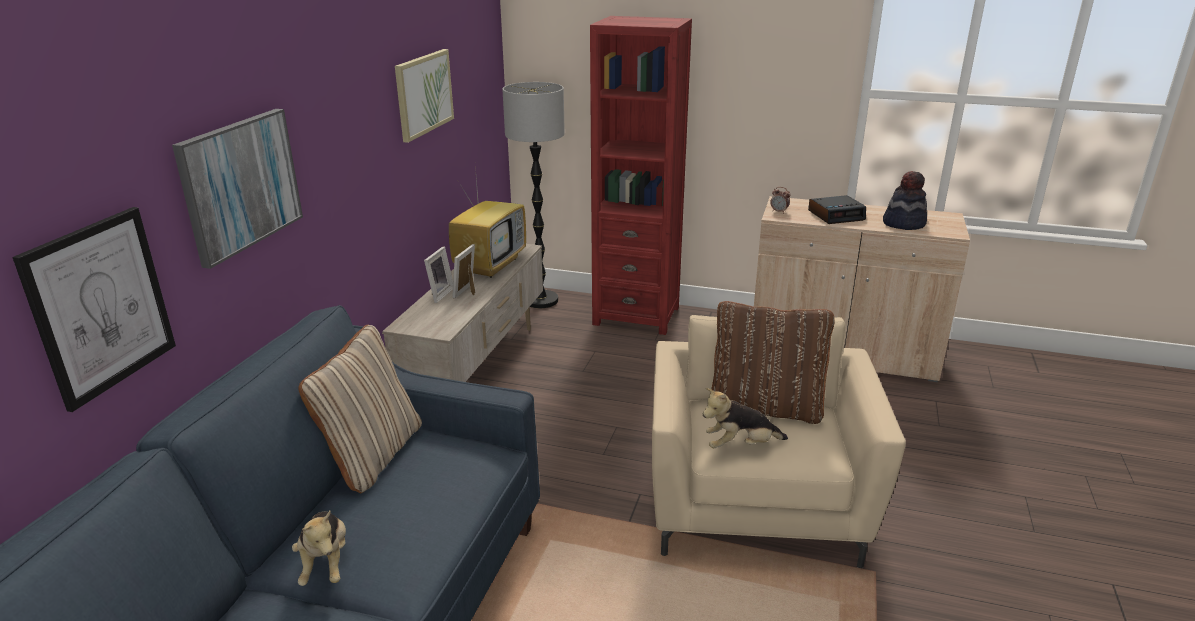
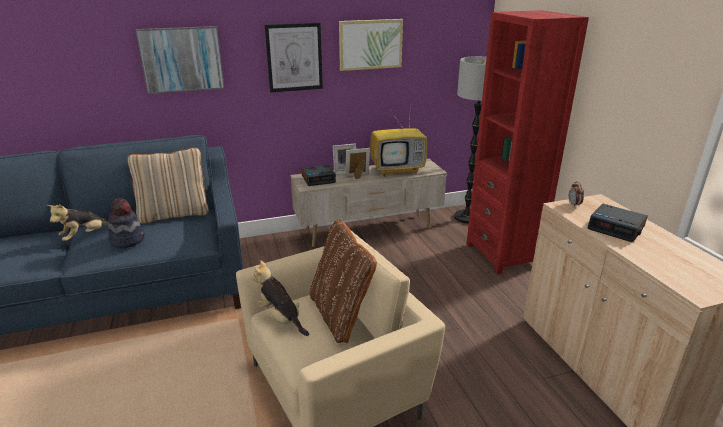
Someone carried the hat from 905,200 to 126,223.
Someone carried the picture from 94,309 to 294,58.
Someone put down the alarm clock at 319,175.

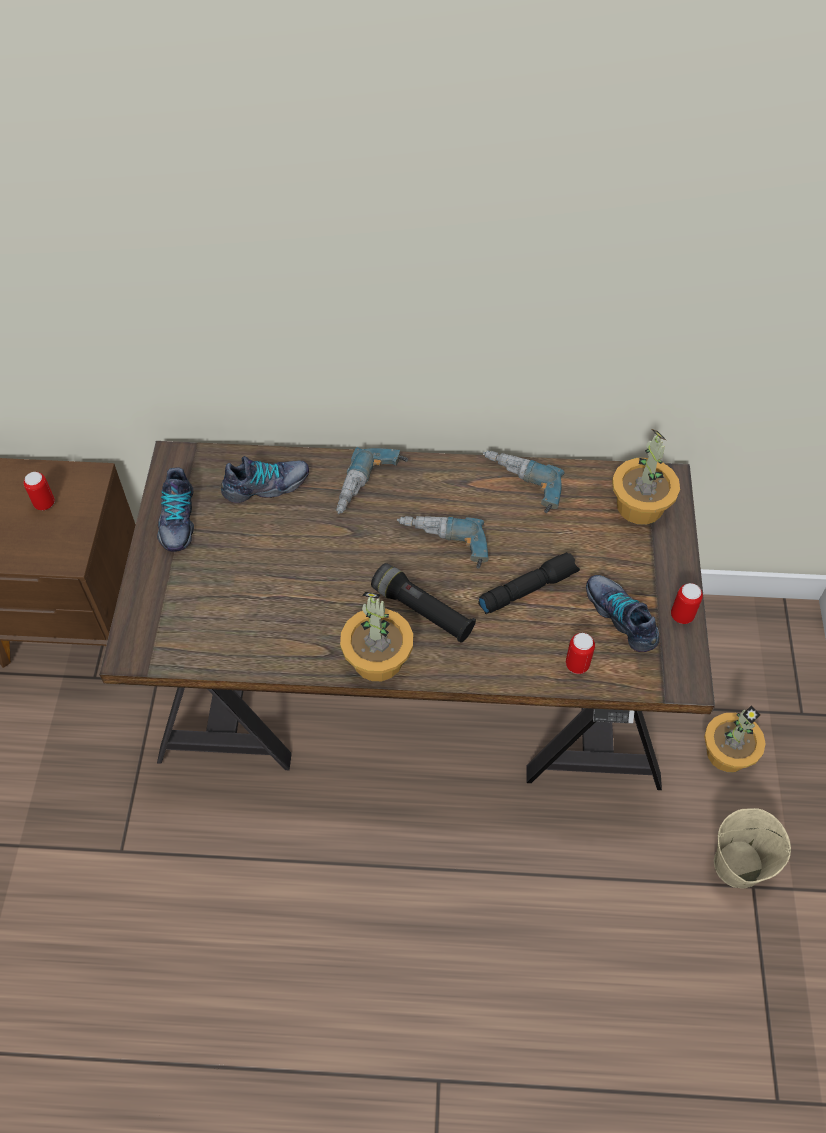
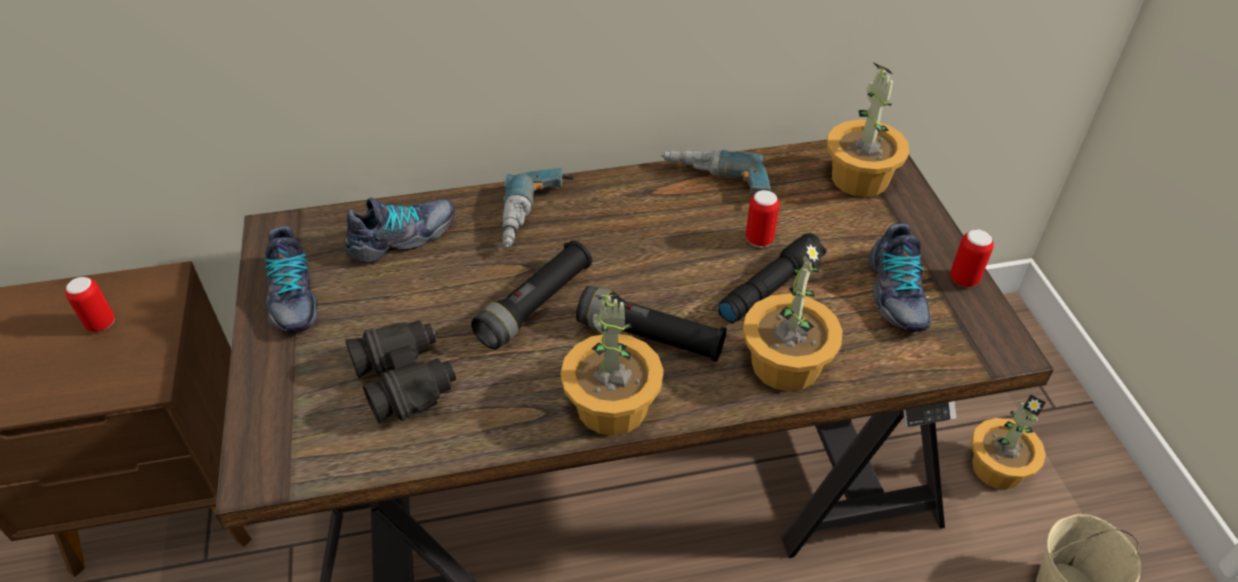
Someone put down the black binoculars at 400,371.
Someone put down the black flashlight at 531,295.
Someone put down the potted plant at 793,315.
Someone carried the can from 580,653 to 763,218.
Someone rotated the shoe at 622,613 by 135 degrees counterclockwise.
Someone took away the power drill at 443,542.

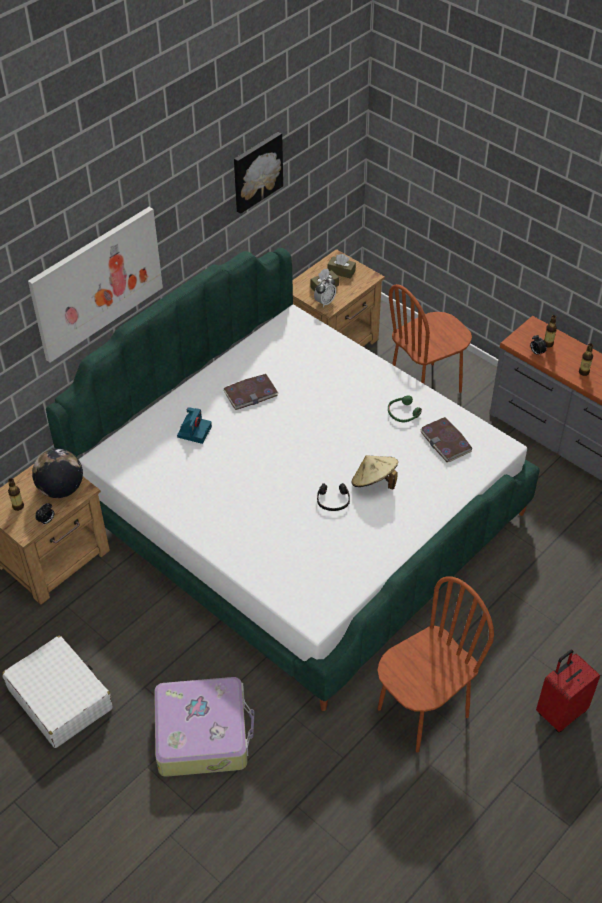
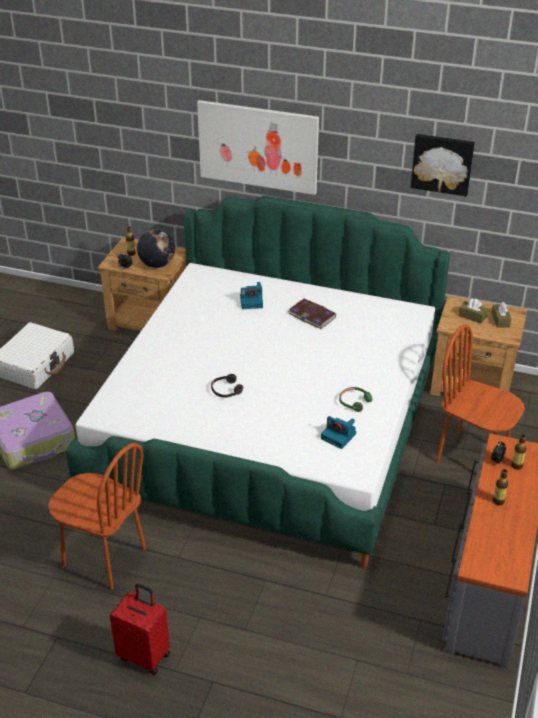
Someone swapped the book at 446,439 for the photo camera at 338,432.
Someone took away the alarm clock at 325,292.
Someone took away the beige hat at 375,472.

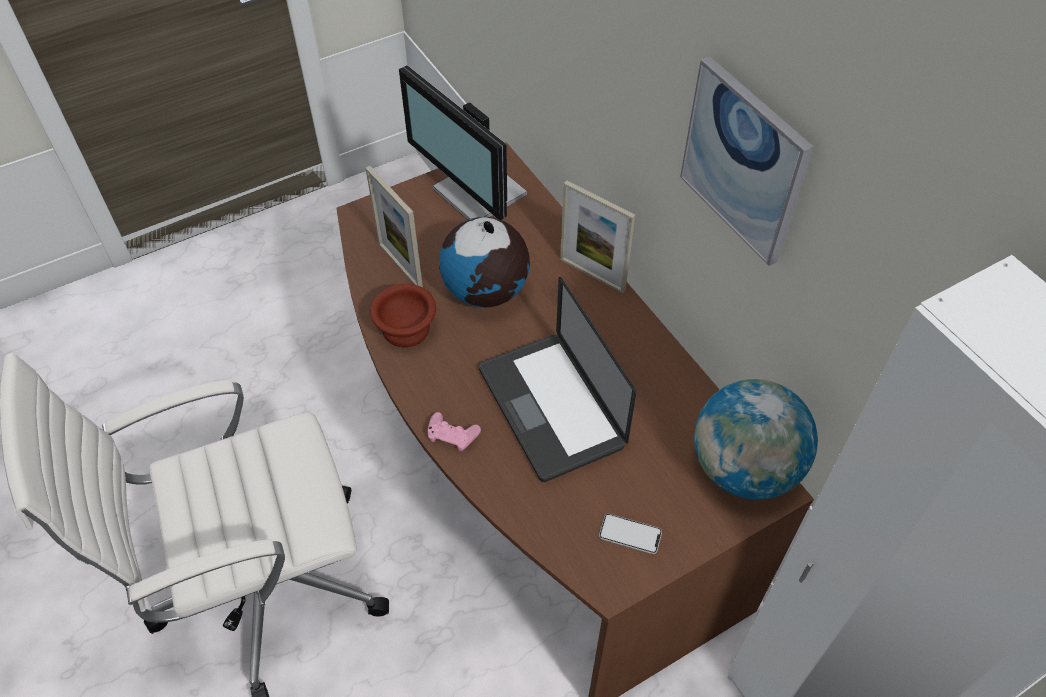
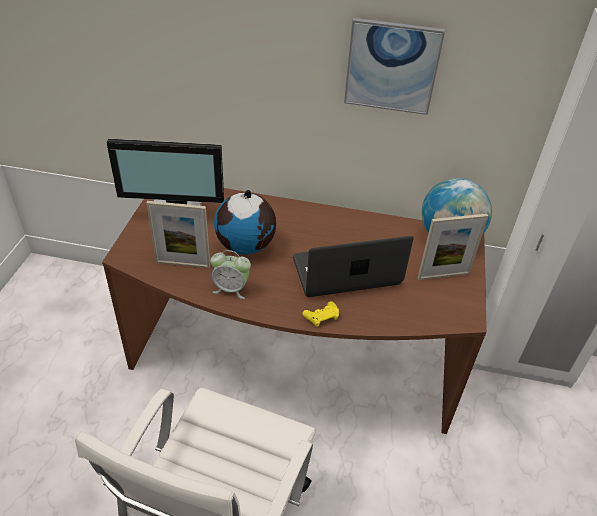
Someone swapped the brown bowl at 403,315 for the alarm clock at 230,274.
Someone rotated the laptop at 557,379 by 150 degrees clockwise.
Someone repainted the pink game controller at 454,432, which became the yellow game controller at 320,314.
Someone carried the picture frame from 597,236 to 453,247.
Someone took away the phone at 630,534.

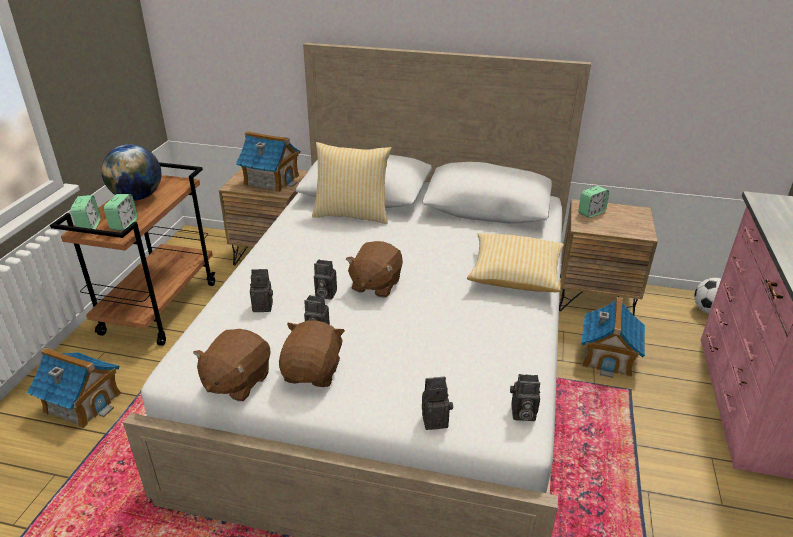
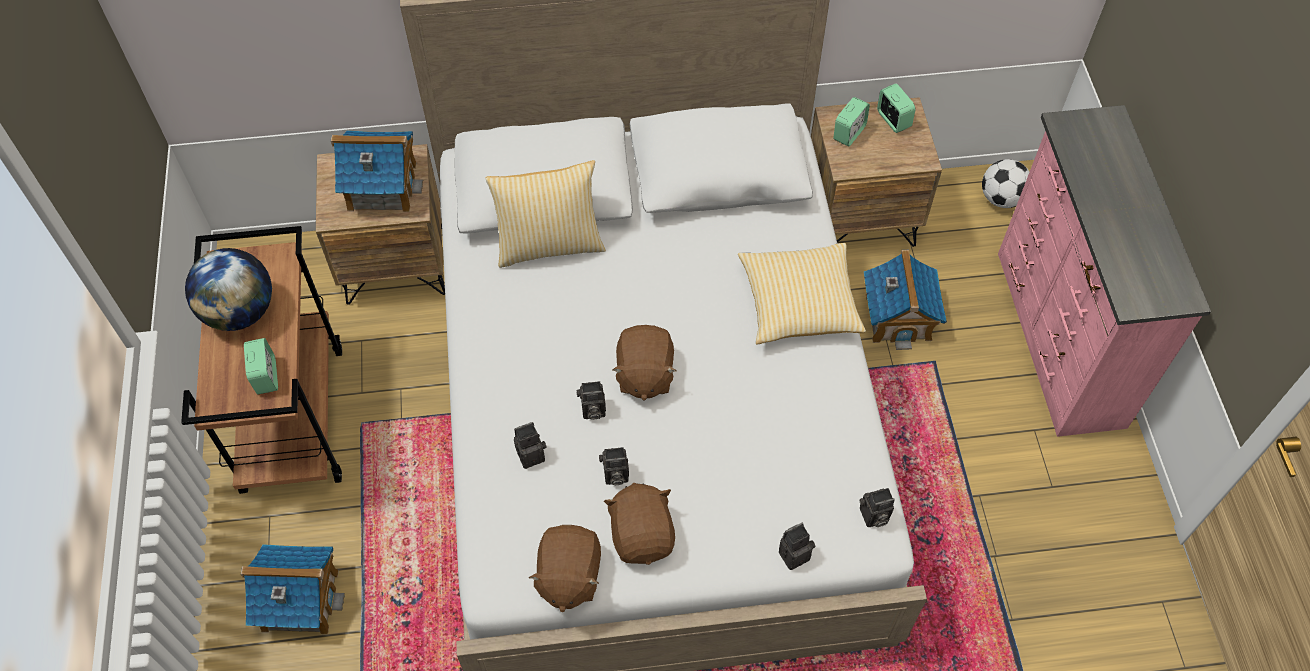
Someone carried the alarm clock from 86,214 to 896,108.

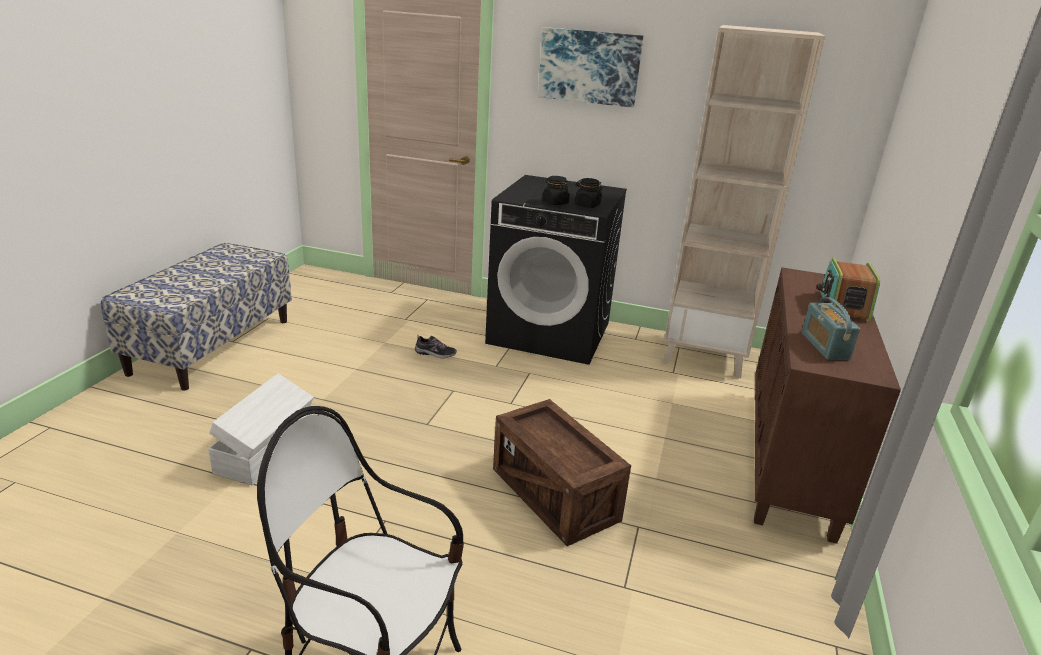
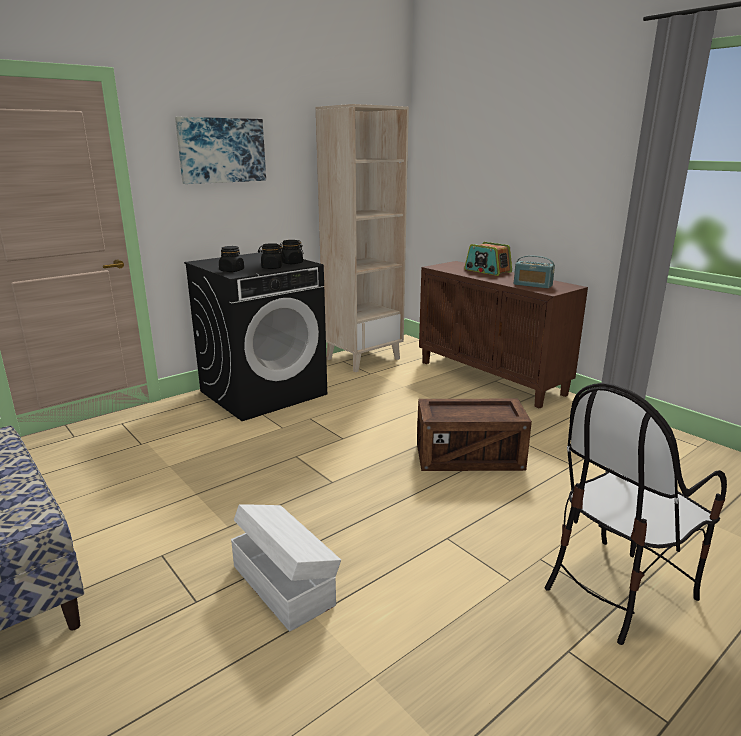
Someone put down the black jar at 231,259.
Someone took away the shoe at 436,346.

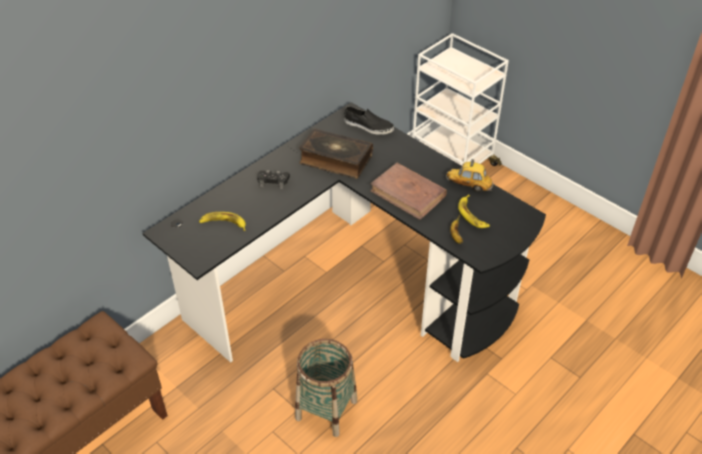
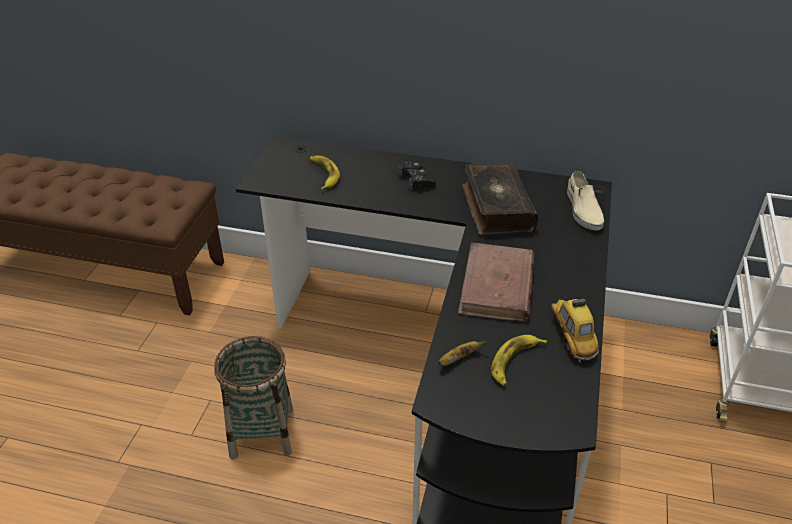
Someone repainted the black shoe at 369,120, which became the beige shoe at 585,201.

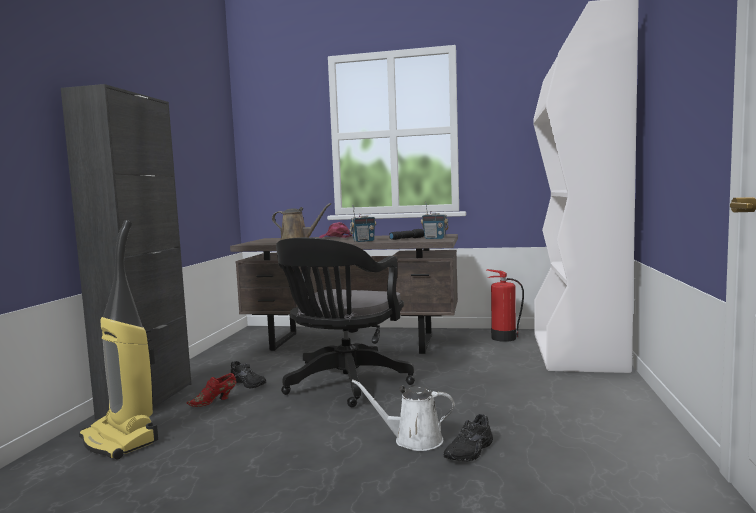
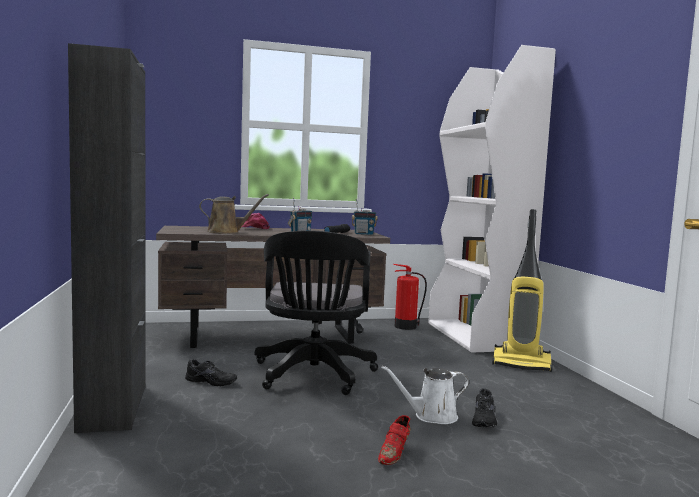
Someone carried the red shoe from 211,390 to 394,440.
Someone carried the vacuum cleaner from 118,340 to 522,290.

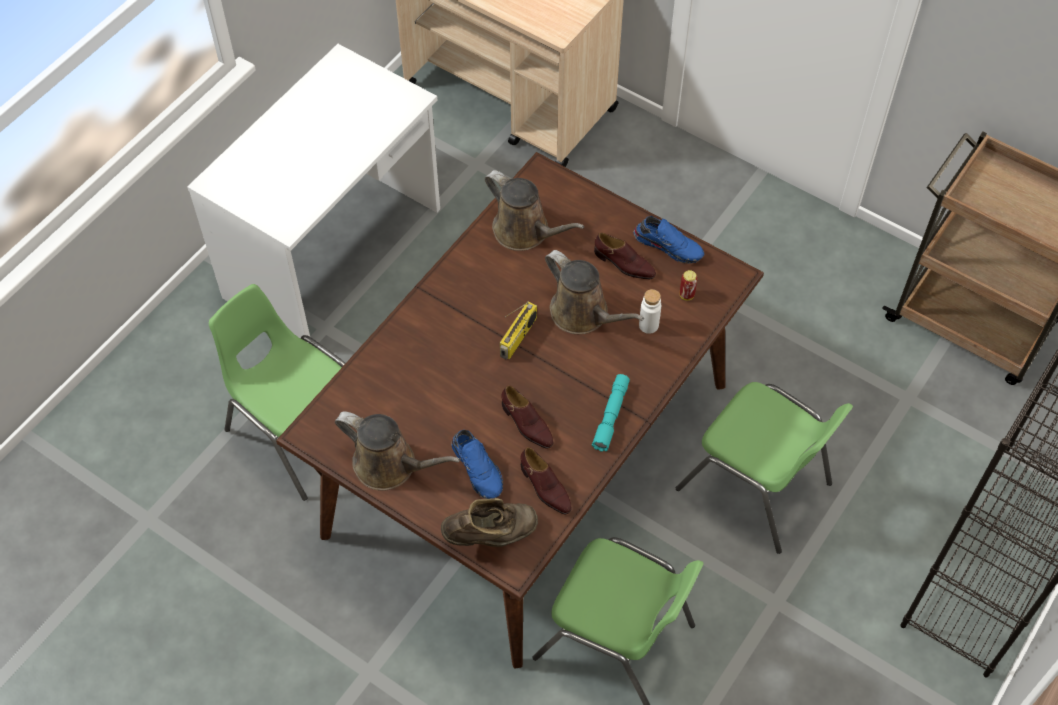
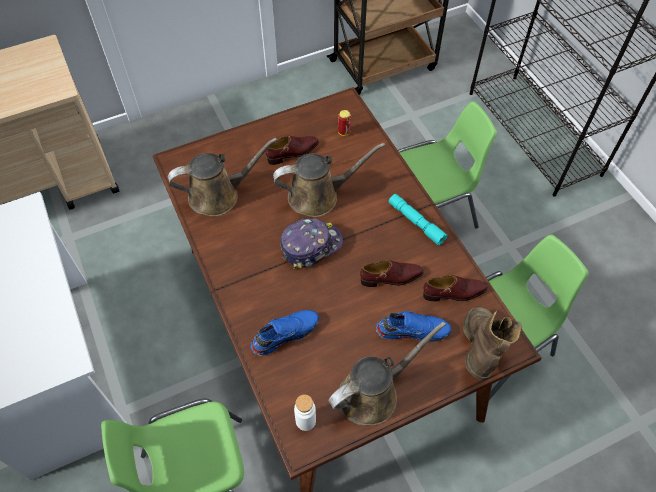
Someone carried the blue shoe from 668,239 to 284,333.
Someone swapped the radio at 518,330 for the cap at 312,243.
Someone carried the white bottle from 650,311 to 305,412.

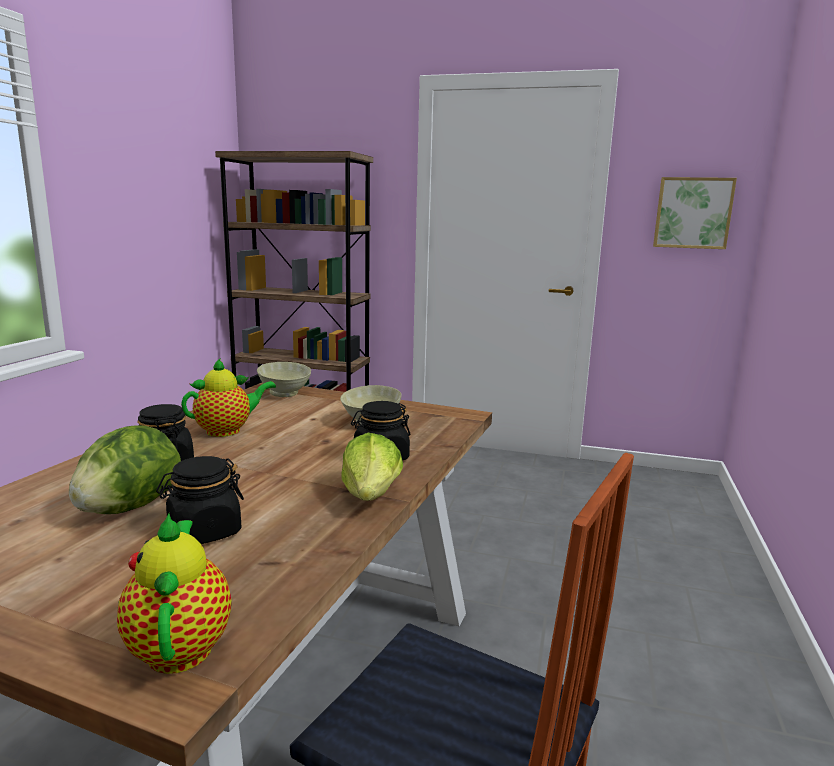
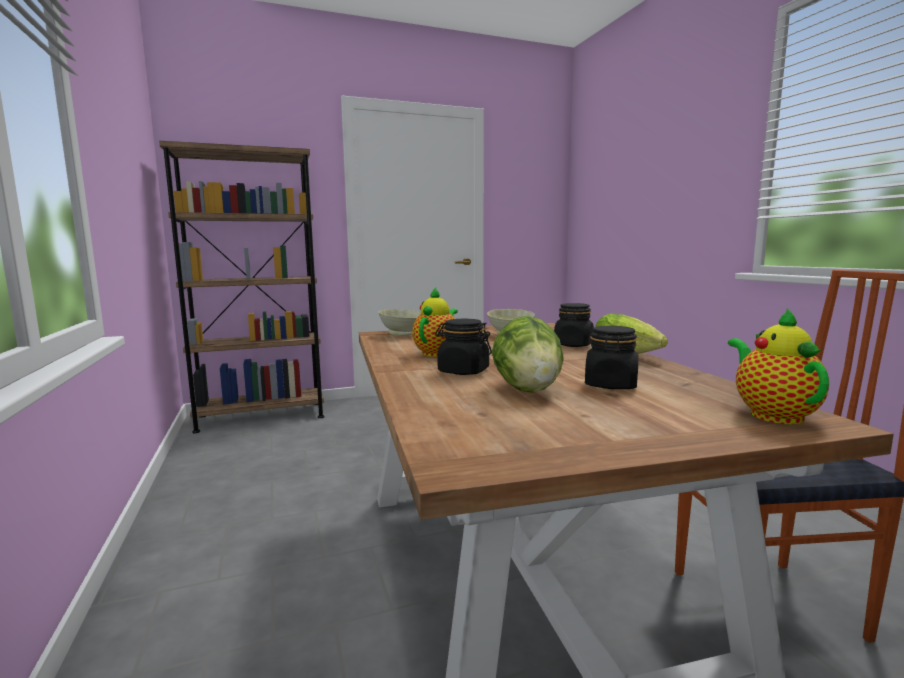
Someone rotated the teapot at 174,593 by 45 degrees clockwise.
Someone took away the picture at 695,213.

